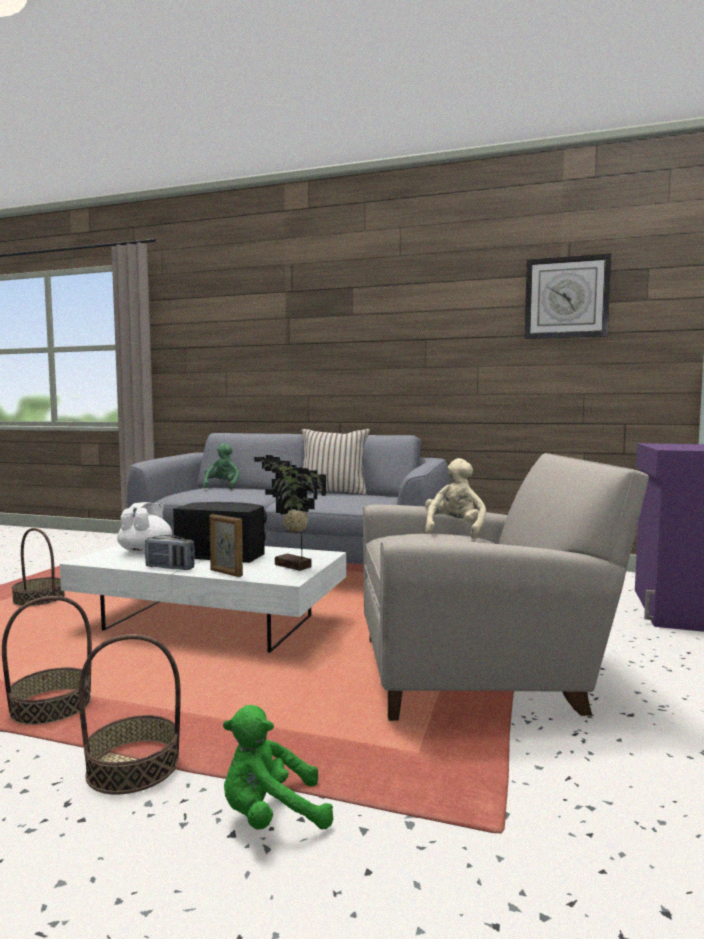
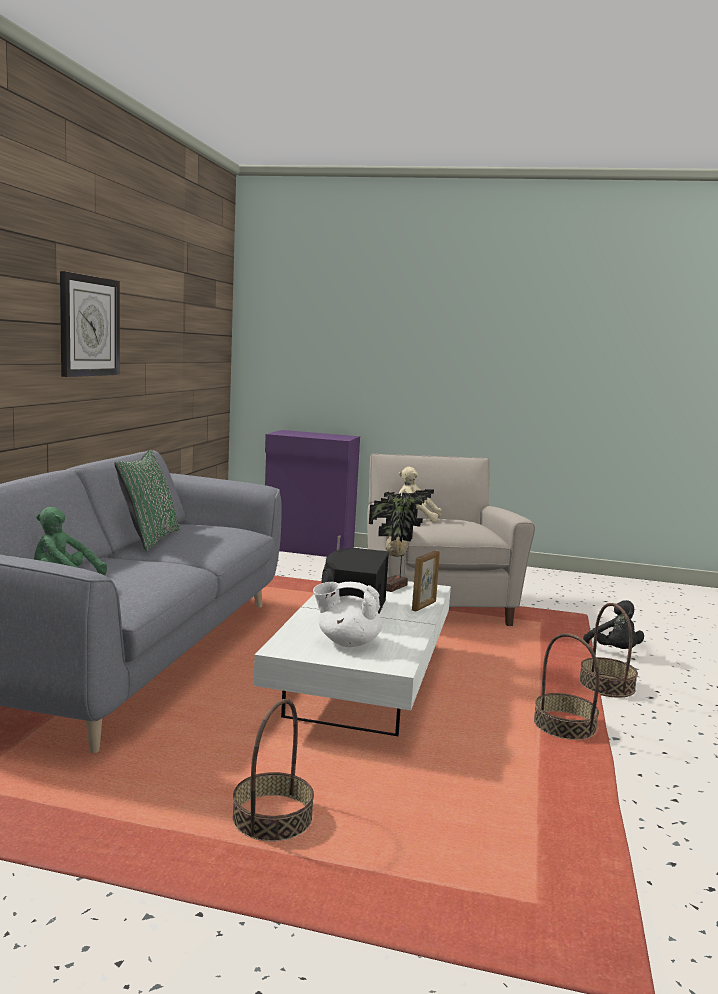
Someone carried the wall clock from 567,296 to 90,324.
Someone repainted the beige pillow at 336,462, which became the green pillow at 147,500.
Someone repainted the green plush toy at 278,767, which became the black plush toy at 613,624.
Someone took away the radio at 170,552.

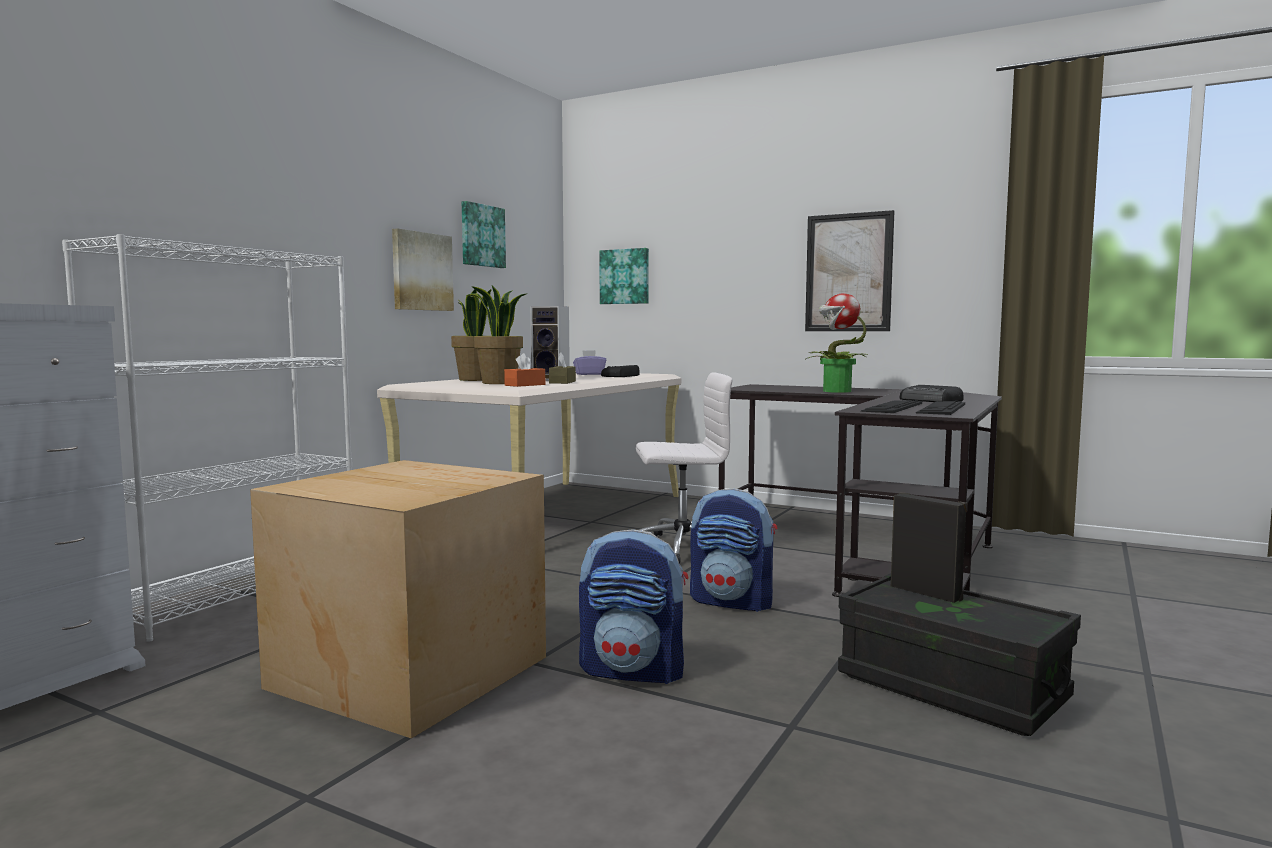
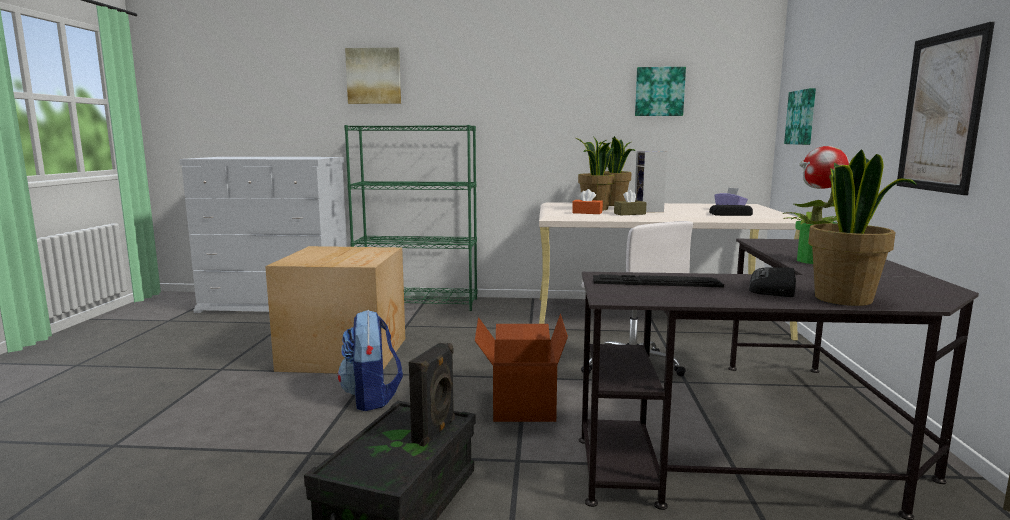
Someone repainted the white bookcase at 207,438, which became the green bookcase at 410,218.
Someone carried the picture from 423,269 to 373,76.
Someone swapped the backpack at 733,550 for the cardboard box at 521,368.
Someone put down the potted plant at 862,227.
Someone took away the keyboard at 940,408.

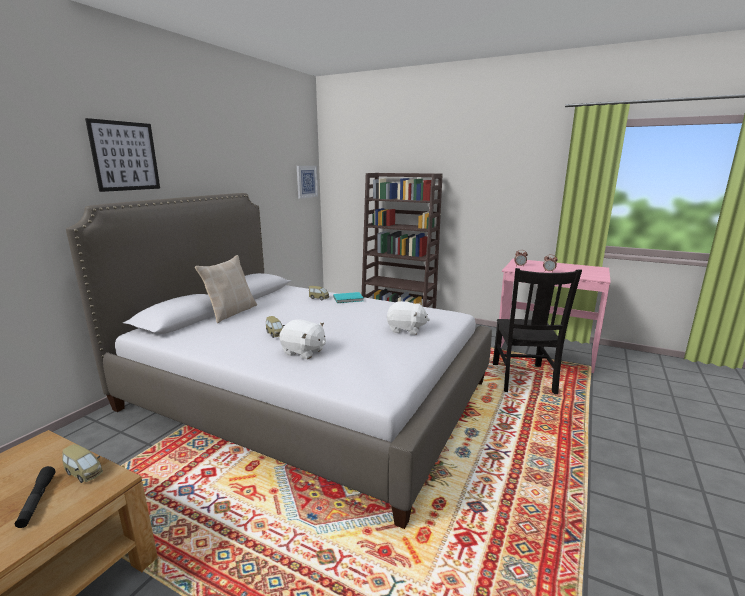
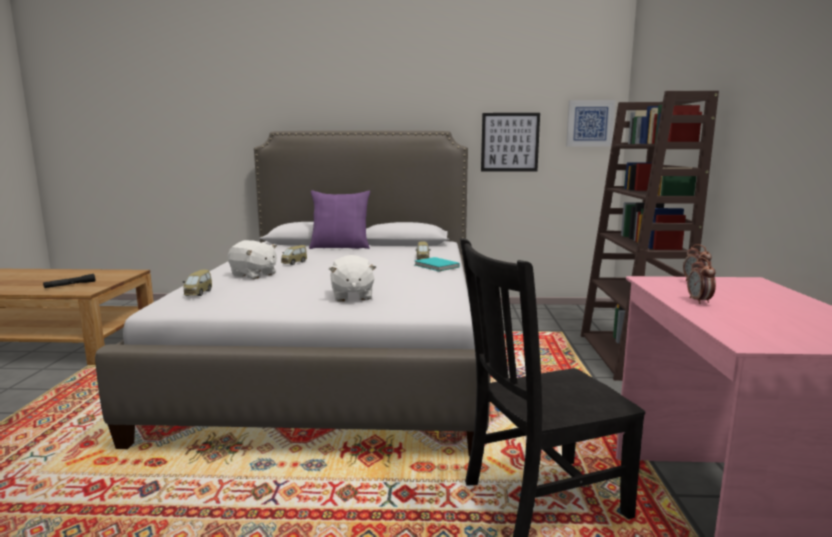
Someone carried the toy car from 82,463 to 197,283.
Someone rotated the white plush toy at 302,339 by 60 degrees counterclockwise.
Someone repainted the beige pillow at 226,289, which became the purple pillow at 339,219.
Someone carried the picture from 122,155 to 510,142.

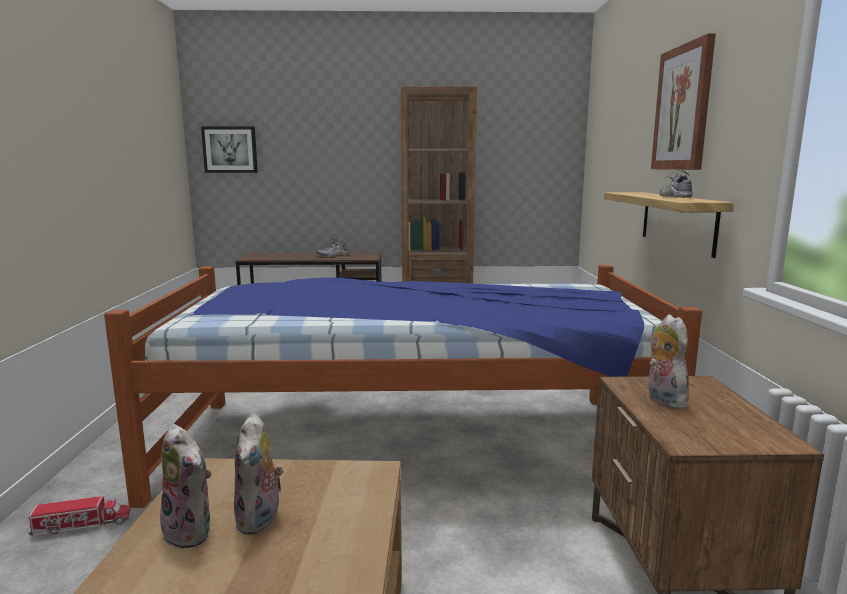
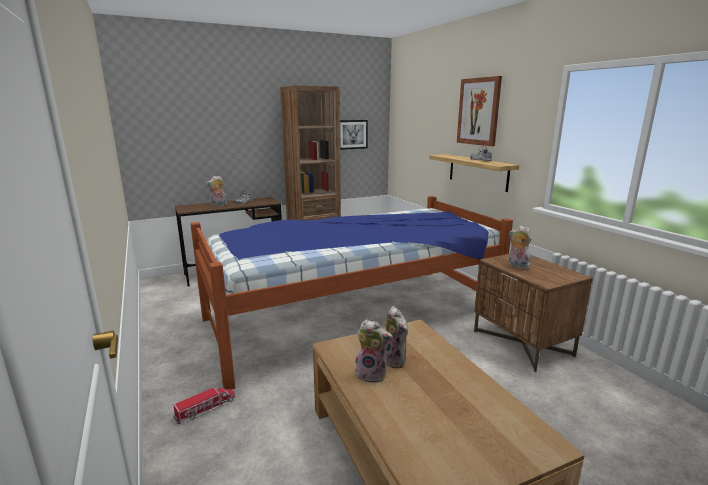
Someone put down the plush toy at 216,191.
Someone carried the picture from 229,149 to 354,135.

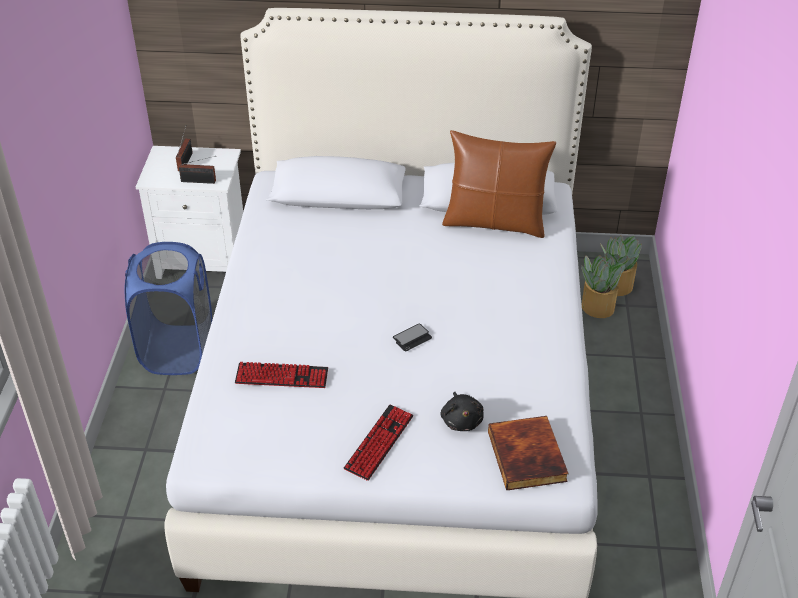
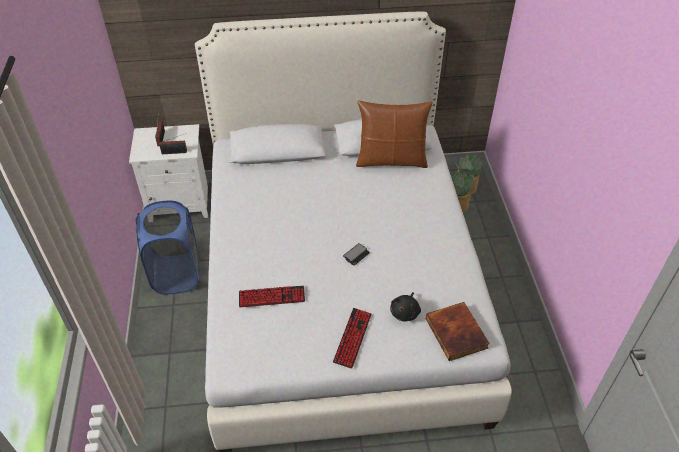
Someone rotated the black plush toy at 462,411 by 45 degrees clockwise.

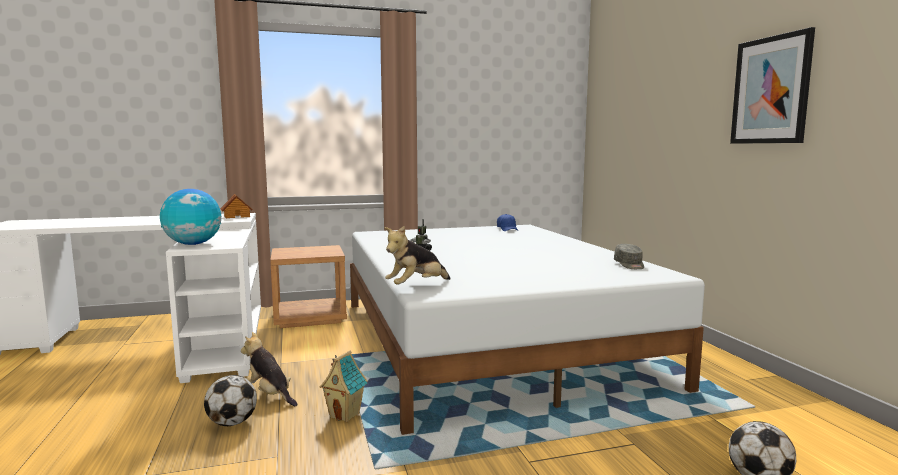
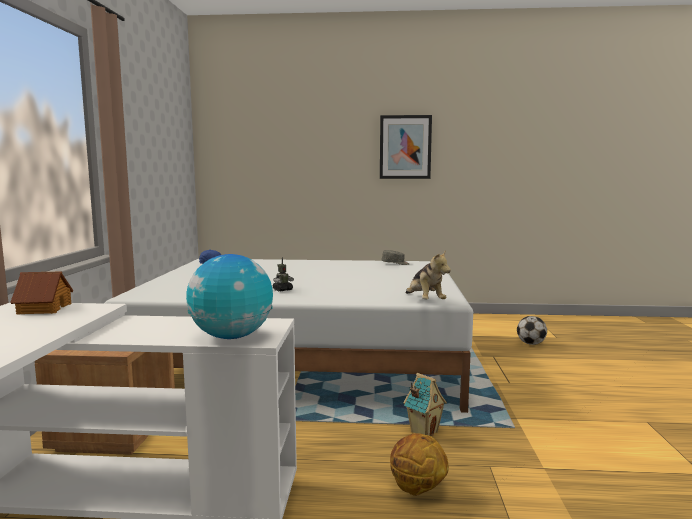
Someone swapped the football at 230,400 for the basketball at 419,464.
Someone took away the plush toy at 269,369.

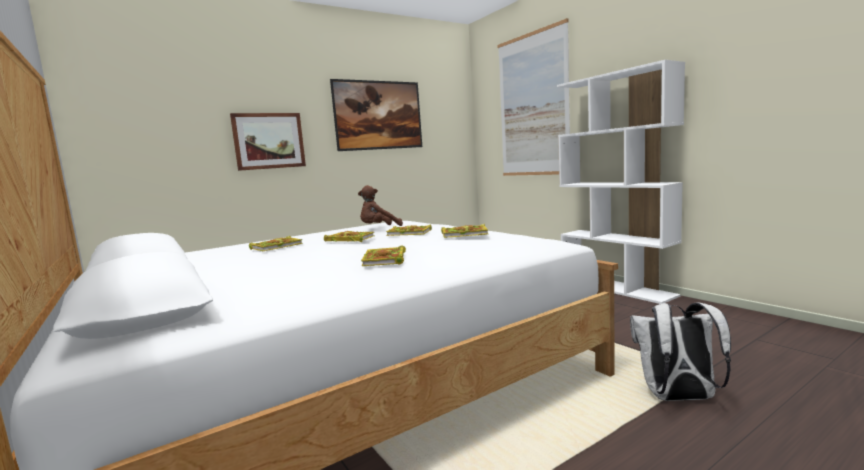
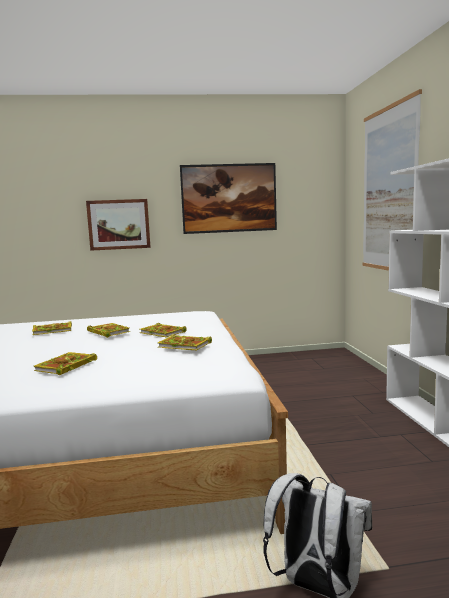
Someone took away the brown plush toy at 380,205.

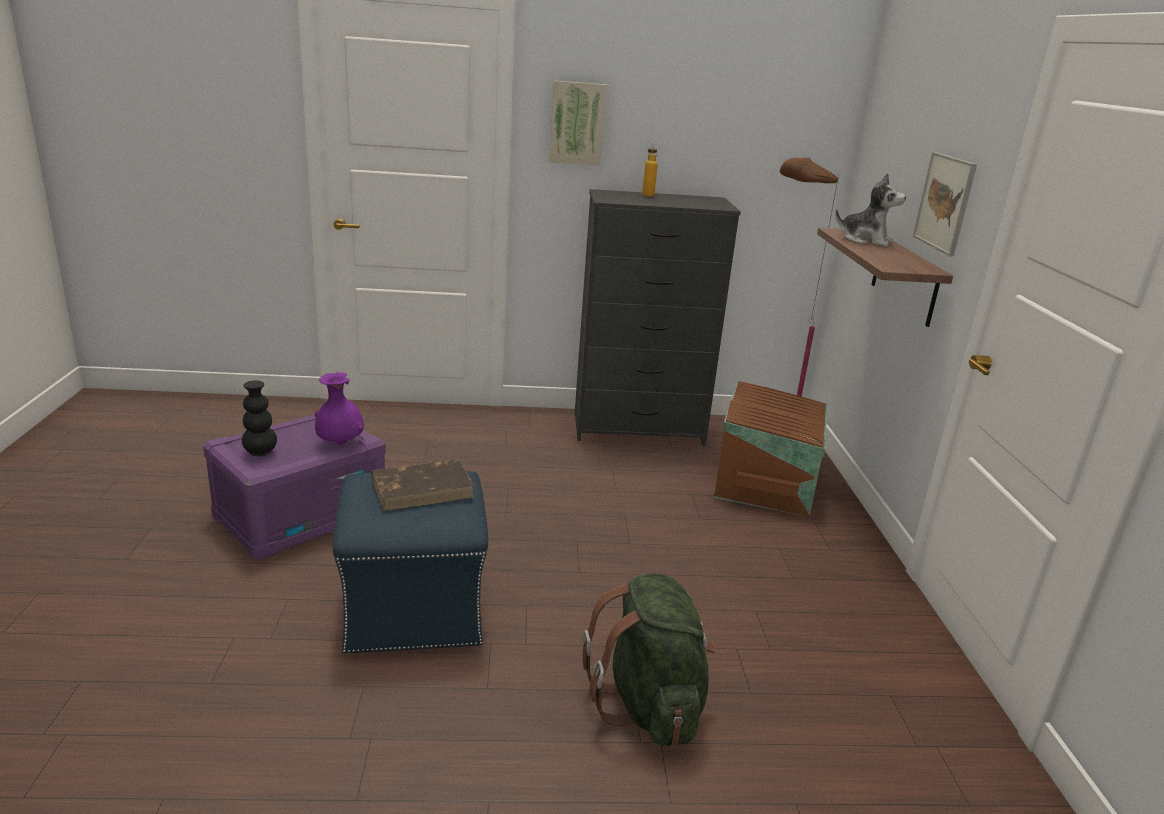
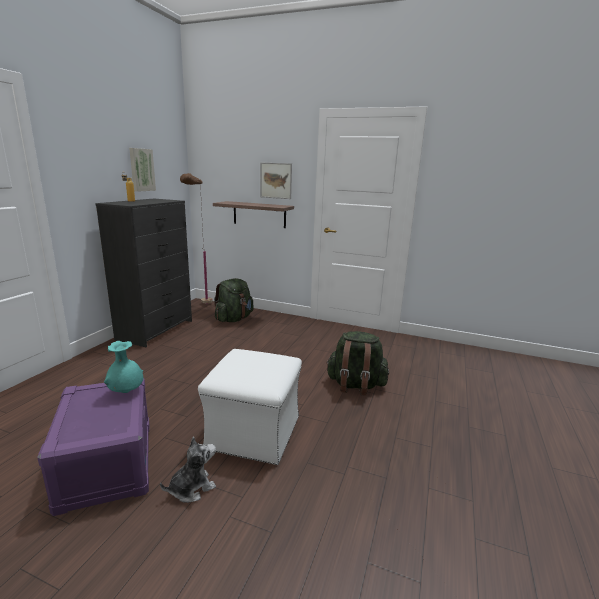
Someone repainted the purple vase at 339,408, which became the turquoise vase at 123,367.
Someone carried the picture from 578,123 to 142,170.
Someone carried the plush toy from 870,210 to 188,470.
Someone repainted the blue ottoman at 410,562, which became the white ottoman at 250,407.
Someone swapped the brown storage box at 770,449 for the green backpack at 234,300.
Someone took away the black vase at 259,418.
Someone took away the brown book at 423,485.

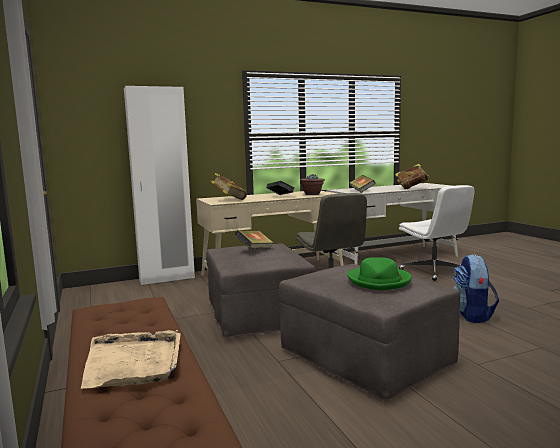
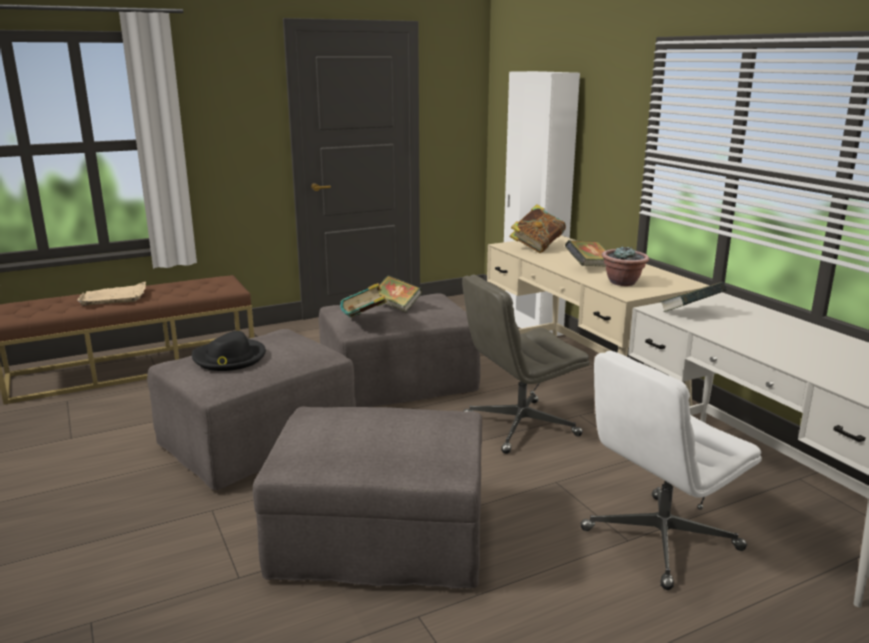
Someone repainted the green hat at 379,273, which became the black hat at 229,351.
Someone swapped the backpack at 476,288 for the grey ottoman at 367,498.
Someone carried the book from 412,176 to 363,300.

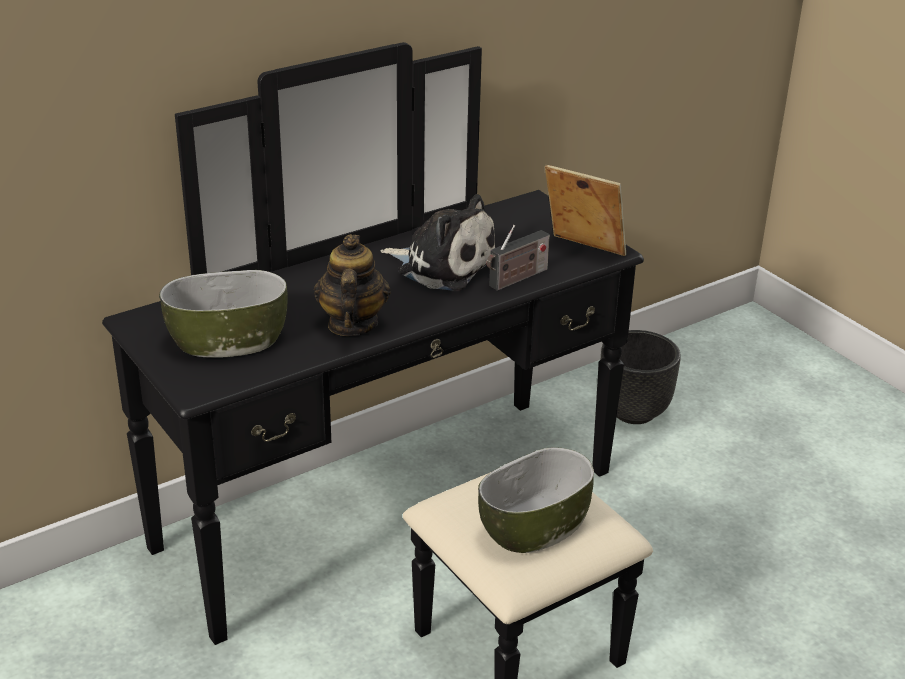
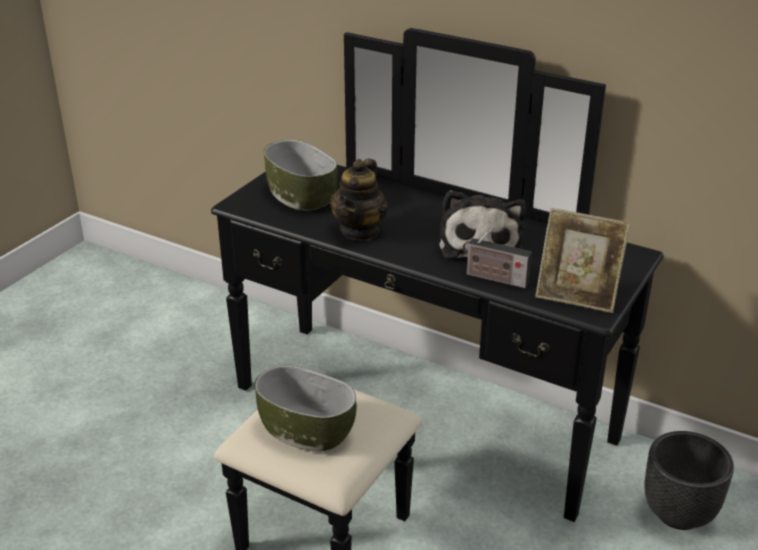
Someone rotated the teapot at 352,285 by 135 degrees clockwise.
Someone rotated the picture frame at 585,210 by 105 degrees clockwise.

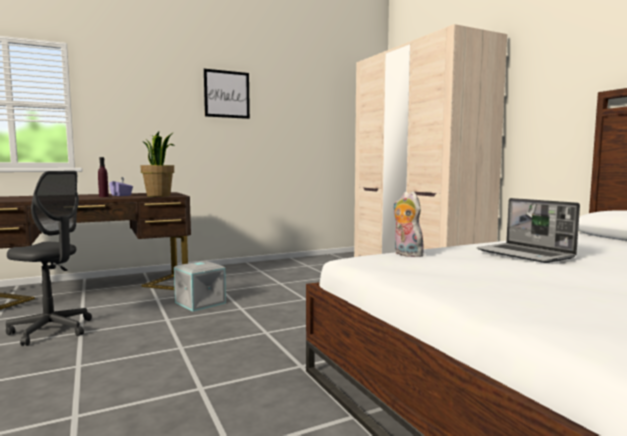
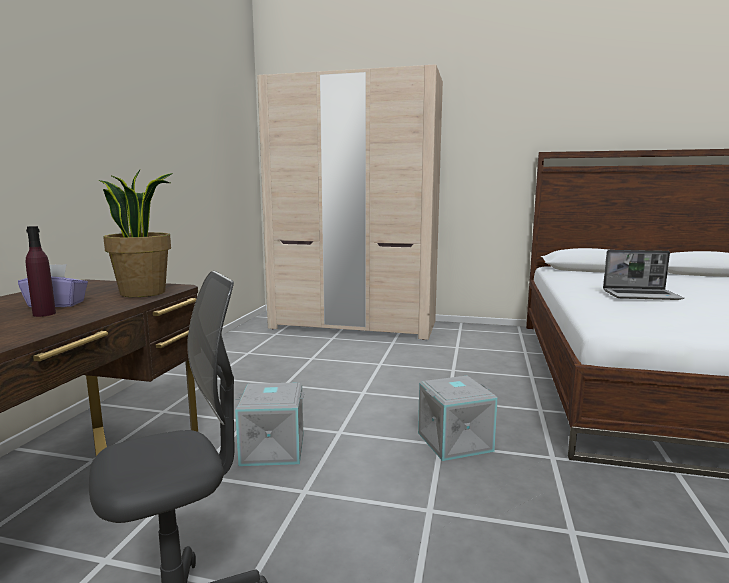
Someone put down the grey storage box at 458,418.
Someone took away the picture at 227,94.
Someone took away the plush toy at 409,224.

